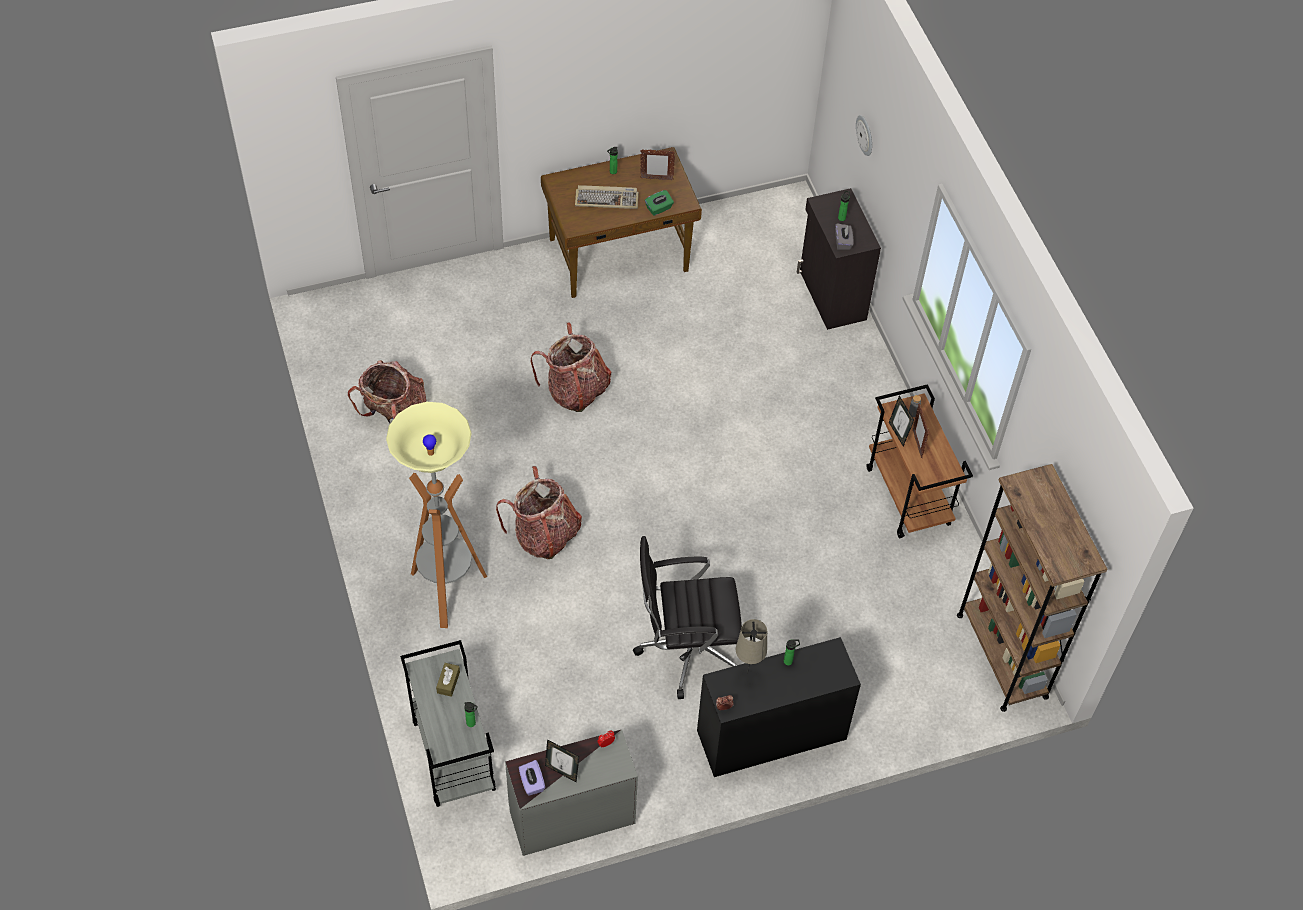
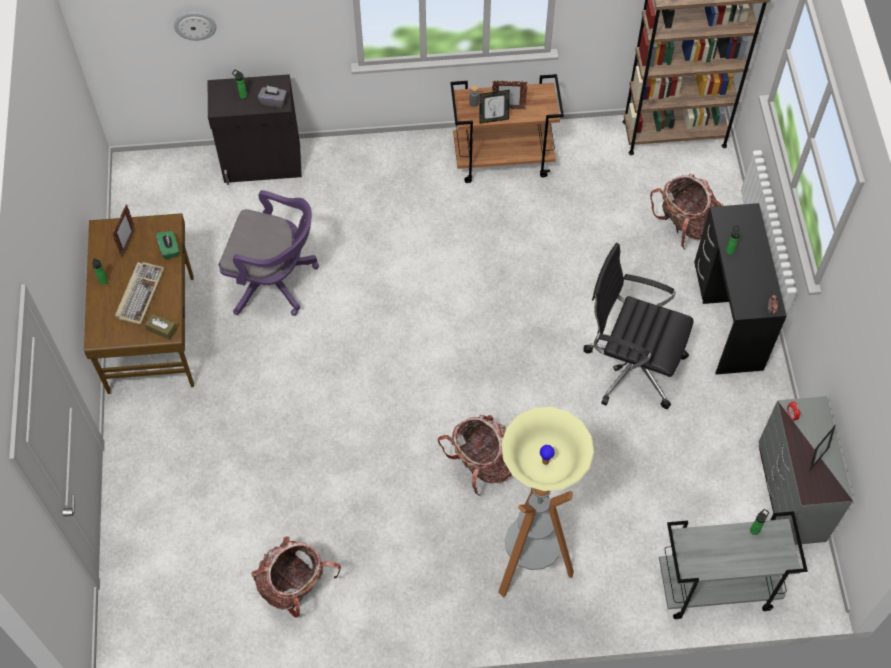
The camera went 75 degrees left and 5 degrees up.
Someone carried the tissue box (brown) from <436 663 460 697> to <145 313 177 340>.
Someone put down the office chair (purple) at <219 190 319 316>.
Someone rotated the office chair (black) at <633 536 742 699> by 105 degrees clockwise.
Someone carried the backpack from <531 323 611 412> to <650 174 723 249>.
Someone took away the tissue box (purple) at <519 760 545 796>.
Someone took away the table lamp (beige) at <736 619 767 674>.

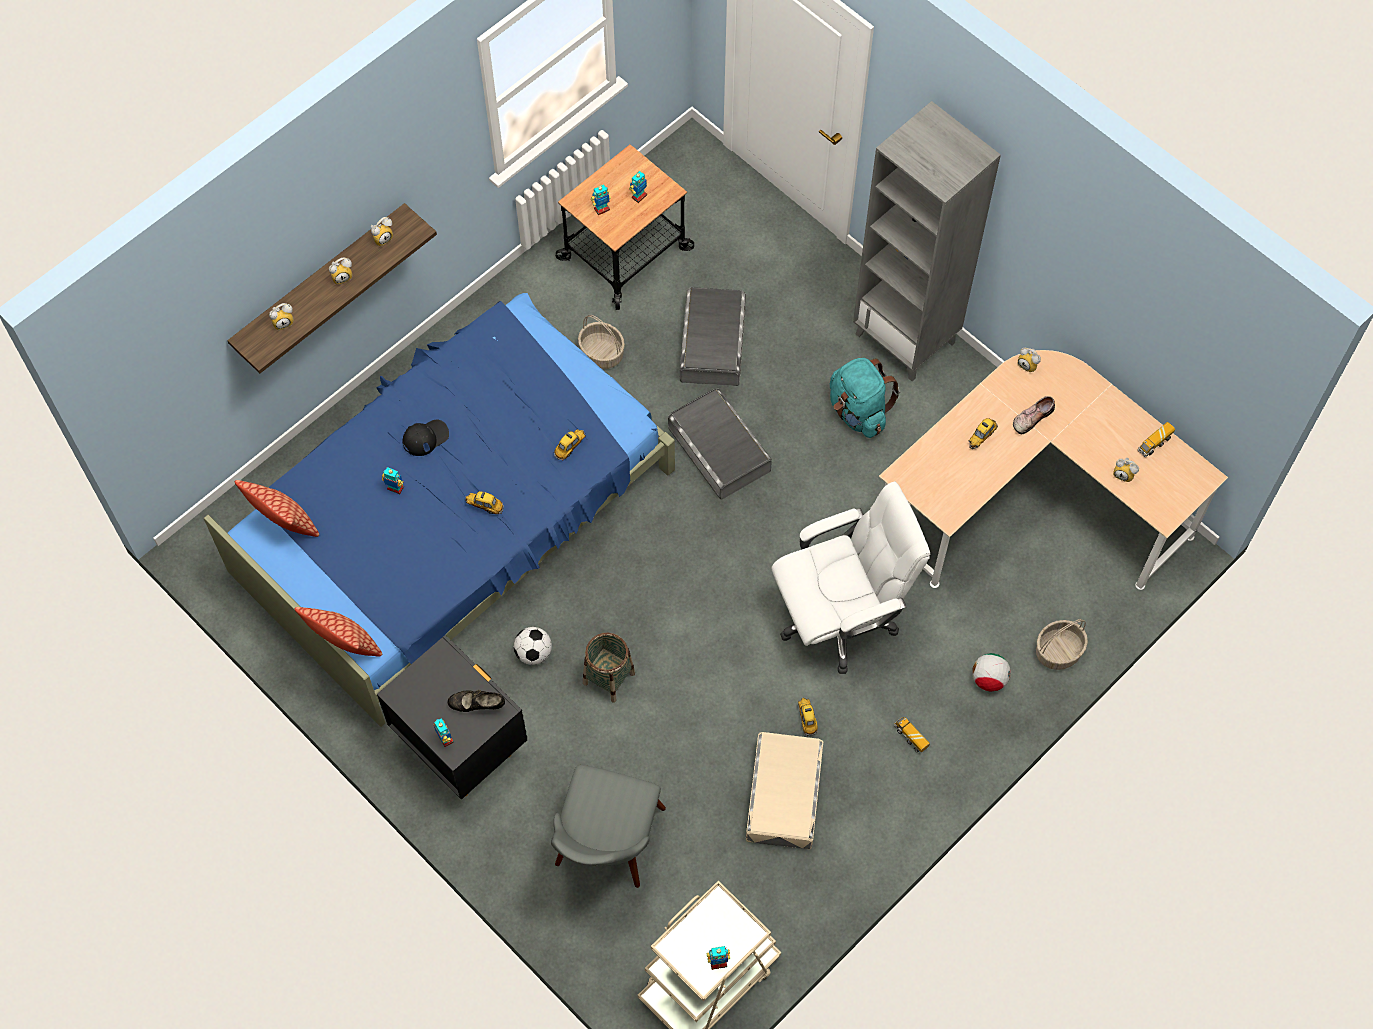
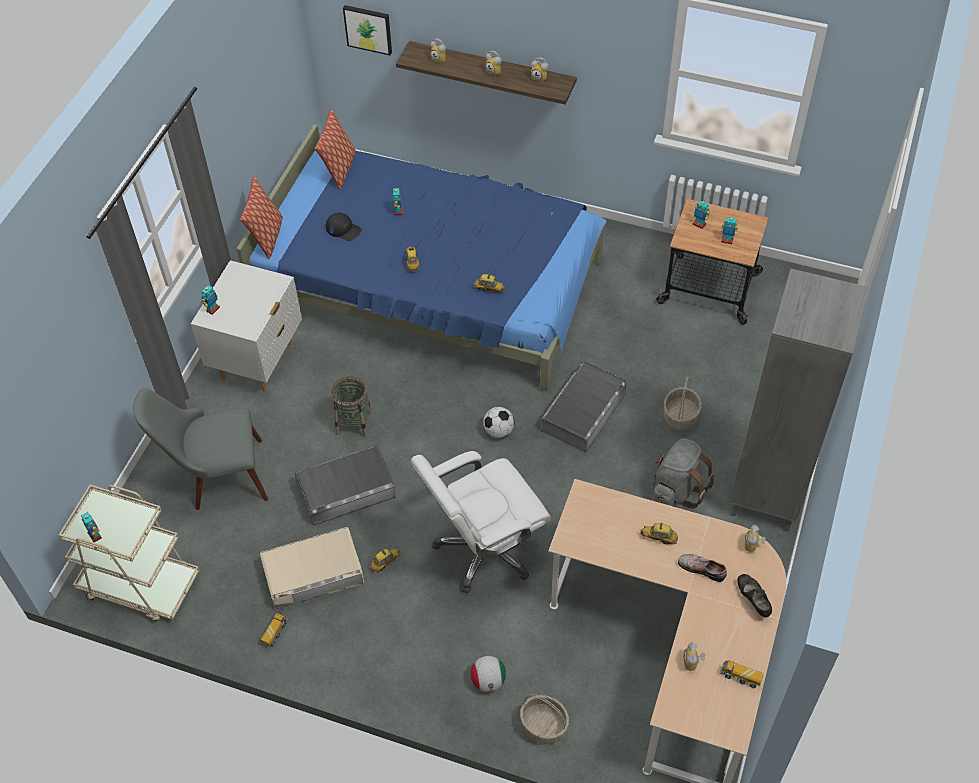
The camera went 65 degrees right and 10 degrees down.
Someone repainted the nightstand (black) at <377 635 527 800>, which became the nightstand (white) at <191 260 302 392>.
Someone carried the toy truck from <894 717 930 752> to <260 613 288 646>.
Someone carried the storage box (grey) from <680 287 746 386> to <295 445 396 526>.
Someone carried the cap (black) from <403 419 449 456> to <326 213 362 241>.
Someone put up the picture at <343 5 392 55>.
Someone rotated the office chair (white) at <772 482 931 674> by 105 degrees clockwise.
Someone carried the football from <514 627 552 665> to <483 407 514 438>.
Someone repainted the backpack (turquoise) at <830 358 900 438>, which became the backpack (grey) at <652 438 714 509>.
Someone carried the basket from <578 315 625 369> to <664 376 702 430>.
Someone carried the shoe (black) from <448 690 505 712> to <737 574 772 617>.

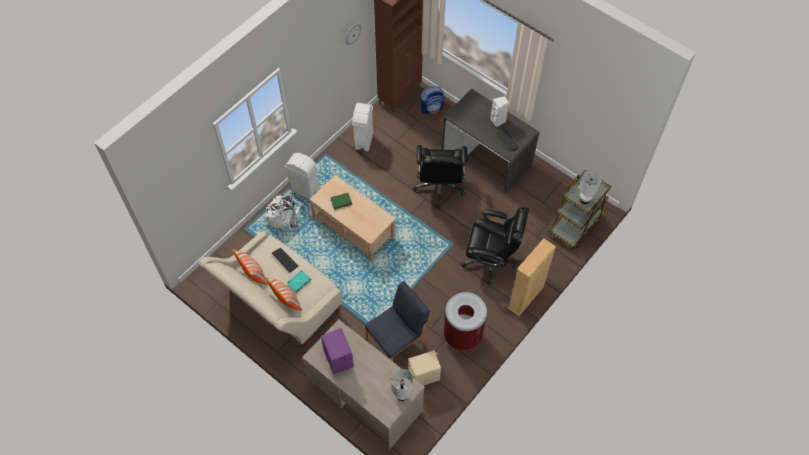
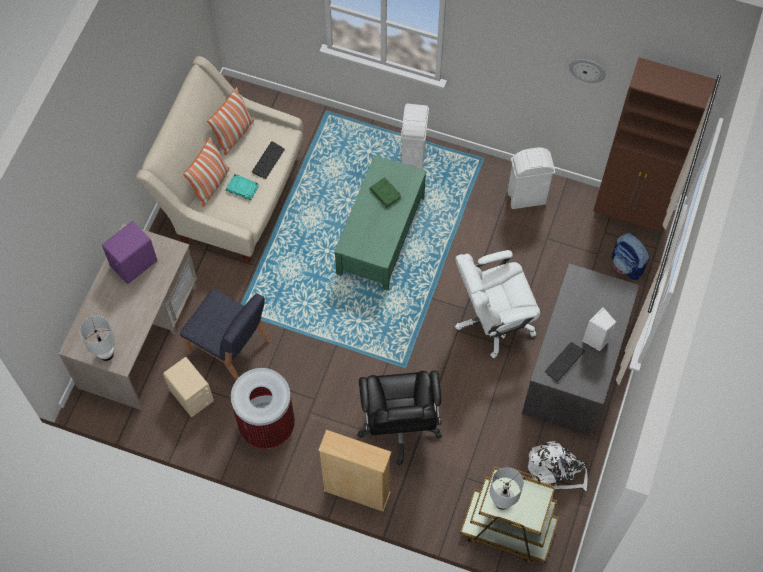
The camera went 70 degrees right and 5 degrees up.
Someone repainted the coffee table (beige) at <309 175 396 261>, which became the coffee table (green) at <334 155 426 290>.
Someone repainted the office chair (black) at <413 145 467 208>, which became the office chair (white) at <455 250 540 358>.
Someone carried the backpack (white) from <266 194 303 231> to <528 440 587 491>.

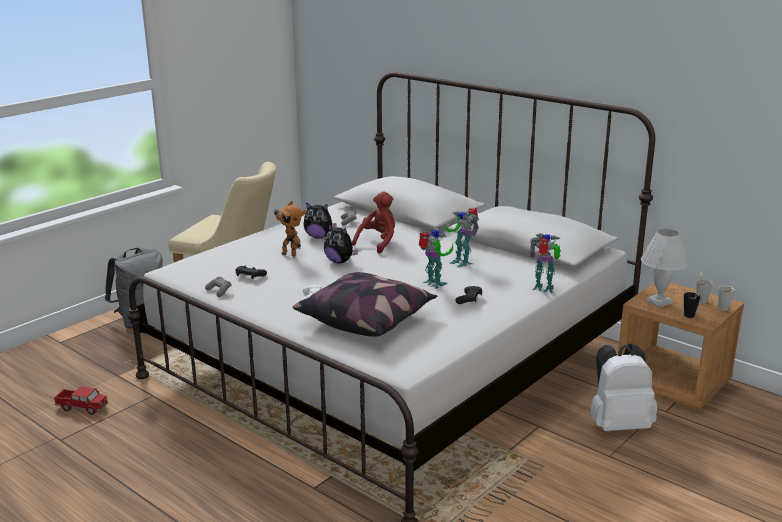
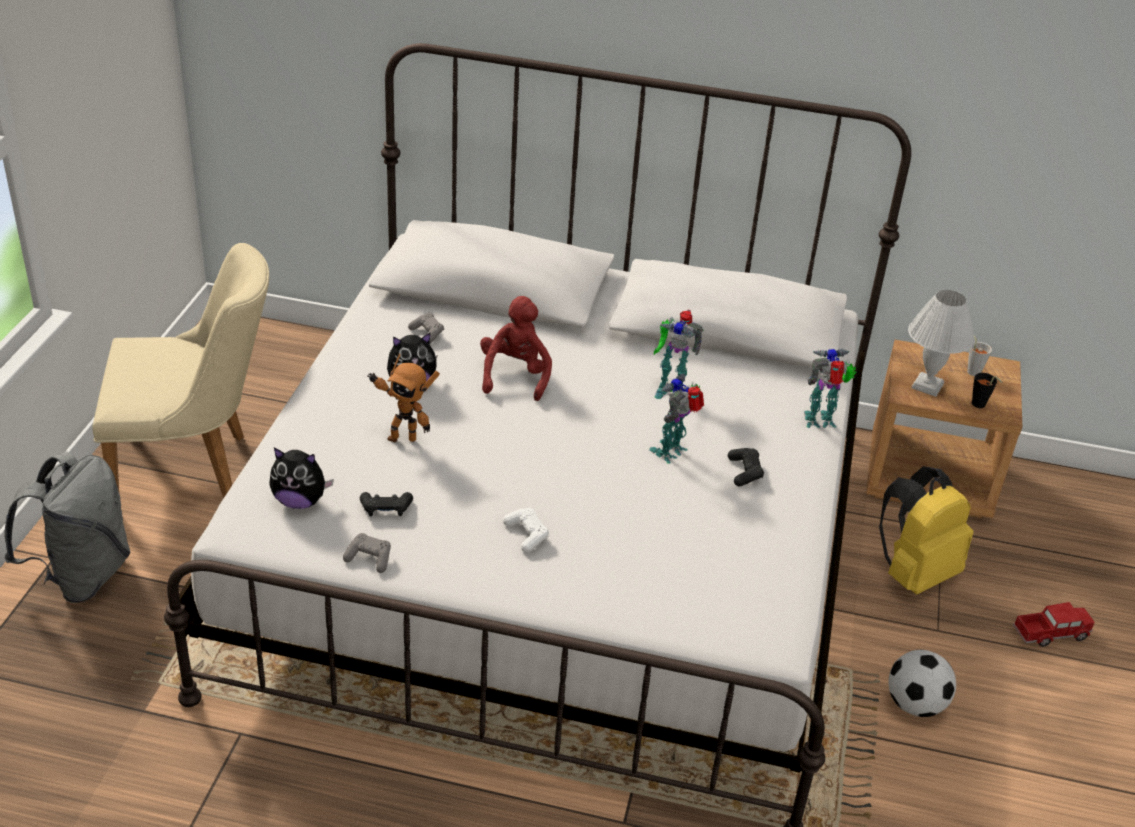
The camera went 30 degrees left and 15 degrees up.
Someone carried the plush toy from <324 223 358 264> to <269 448 334 509>.
Someone rotated the toy robot at <419 228 453 289> by 75 degrees counterclockwise.
Someone repainted the backpack (white) at <590 344 657 431>, which became the backpack (yellow) at <879 466 973 594>.
Someone put down the football at <888 650 956 717>.
Someone carried the toy truck from <54 387 108 415> to <1013 602 1095 647>.
Someone took away the pillow at <293 272 438 337>.
Someone took away the cup (grey) at <718 286 735 311>.

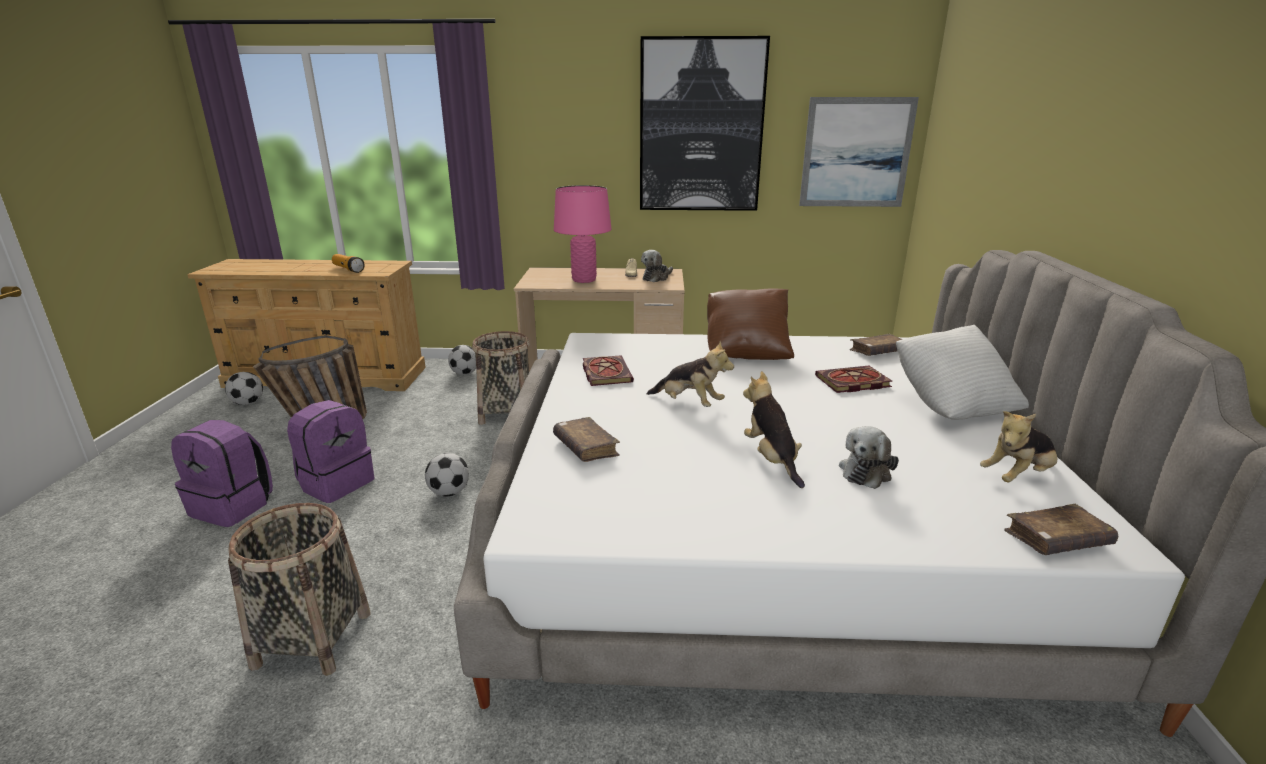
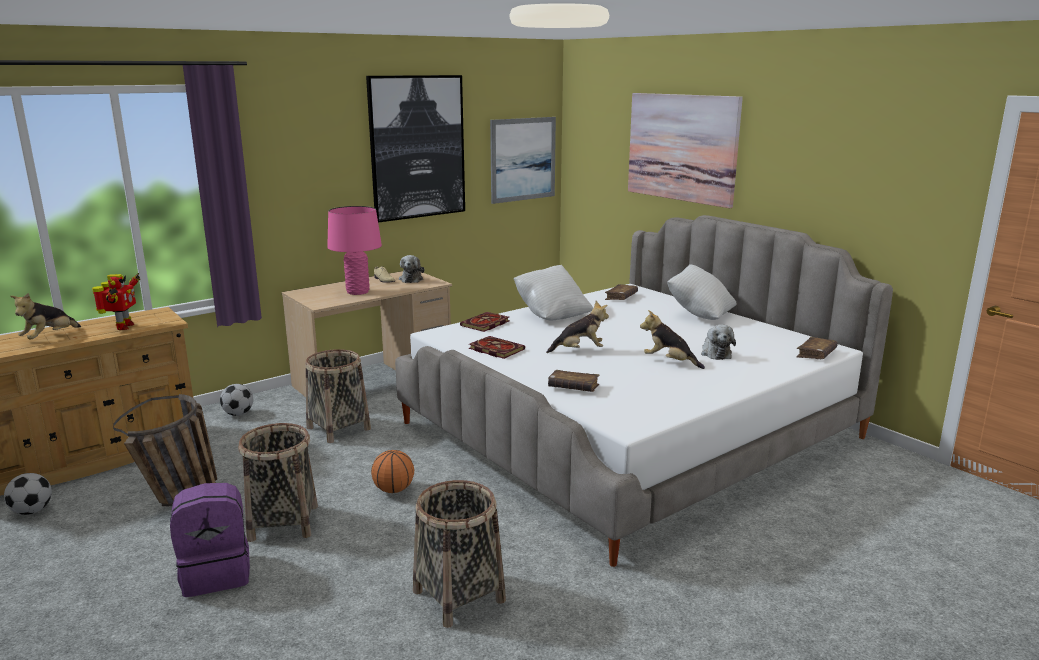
The camera went 40 degrees left and 5 degrees down.
Someone carried the plush toy from <980 411 1057 483> to <10 293 81 339>.
Someone swapped the flashlight at <332 254 365 273> for the toy robot at <92 273 140 330>.
Someone swapped the backpack (purple) at <287 400 374 503> for the basket at <238 423 318 542>.
Someone swapped the football at <425 453 469 497> for the basketball at <371 450 414 493>.
Someone carried the book from <815 366 892 393> to <460 312 510 332>.
Someone repainted the pillow (brown) at <707 288 794 360>, which became the pillow (white) at <514 265 593 321>.
Someone put up the picture at <628 93 743 208>.

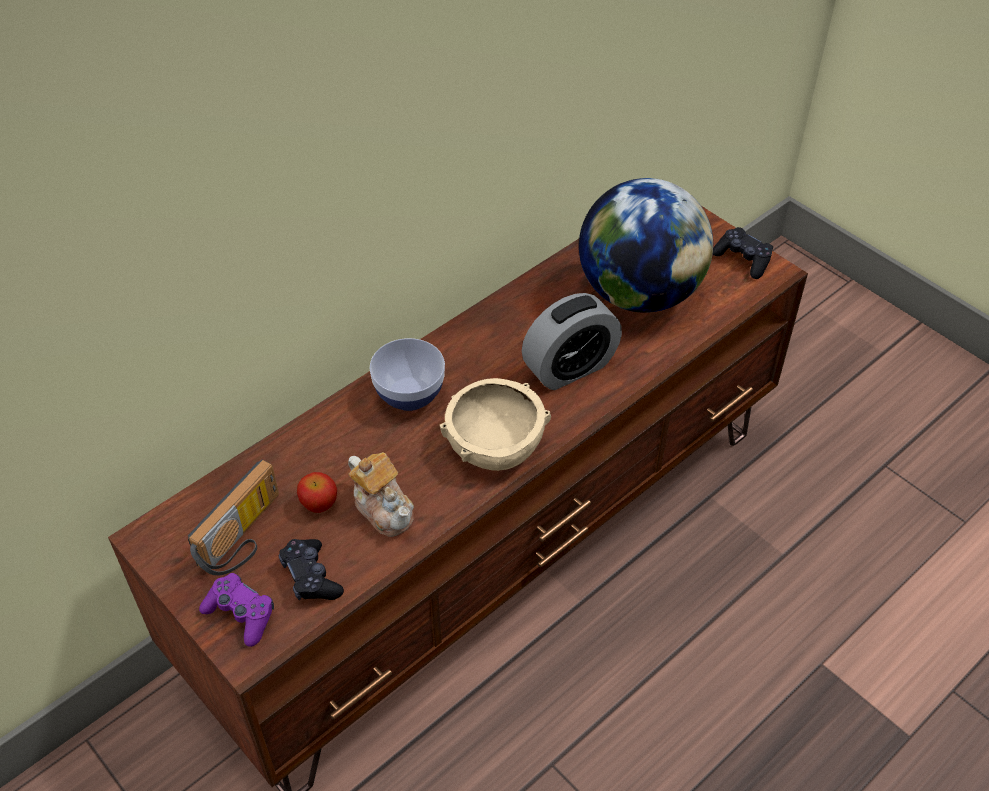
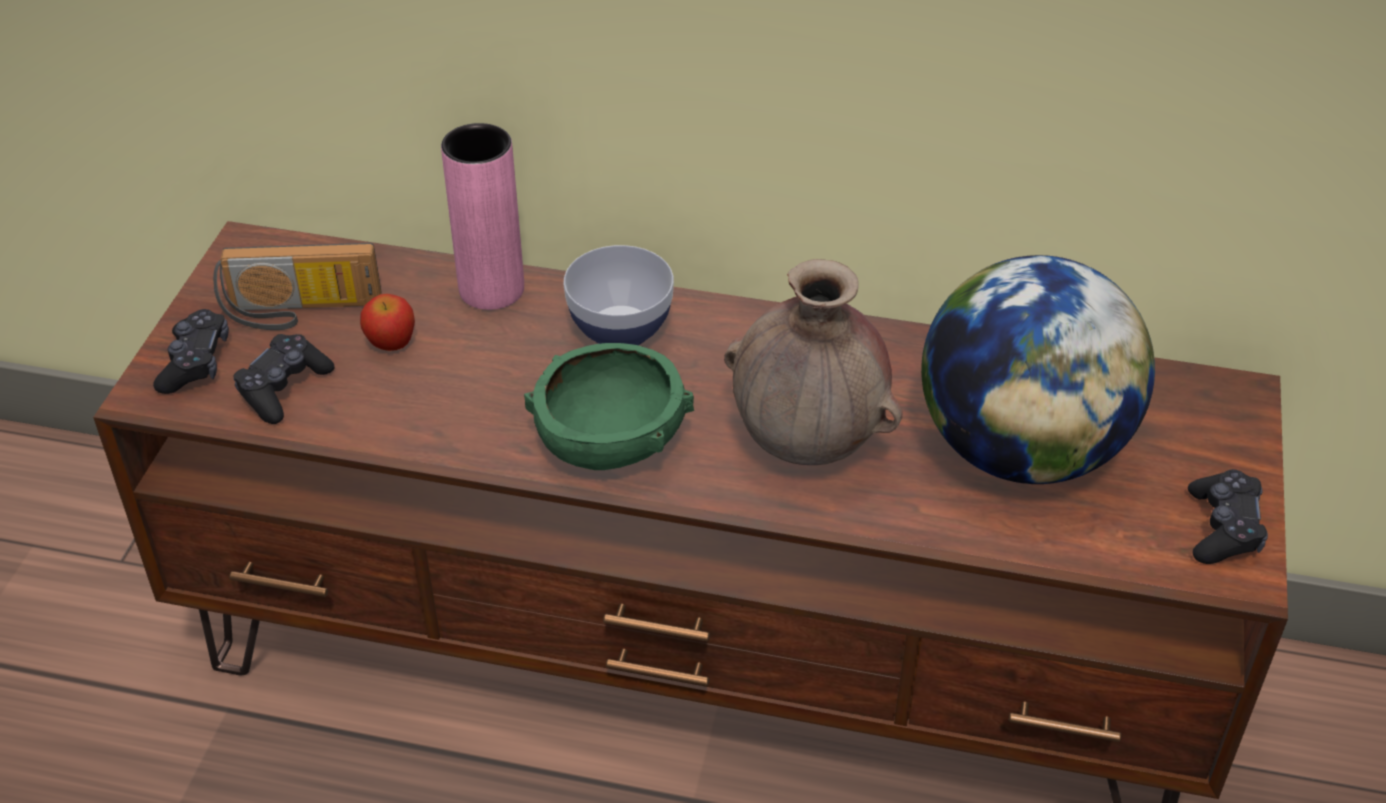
The camera went 55 degrees right and 5 degrees down.
Someone repainted the game controller (purple) at <199 573 274 647>, which became the game controller (black) at <153 309 229 394>.
Someone put down the vase (pink) at <441 123 524 310>.
Someone repainted the bowl (beige) at <440 378 551 471>, which became the bowl (green) at <524 343 694 470>.
Someone swapped the alarm clock at <522 293 622 390> for the vase (brown) at <724 259 903 465>.
Someone took away the teapot at <348 452 414 537>.

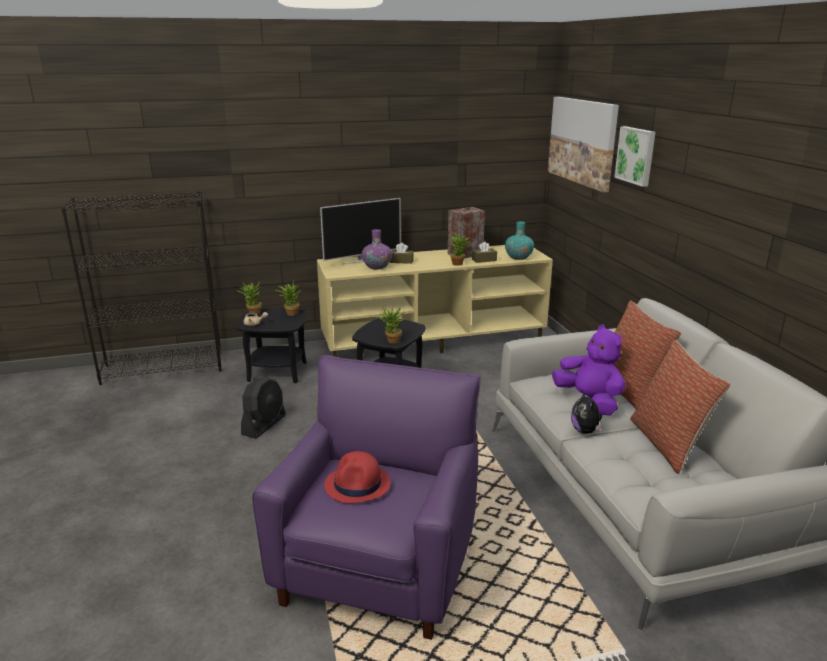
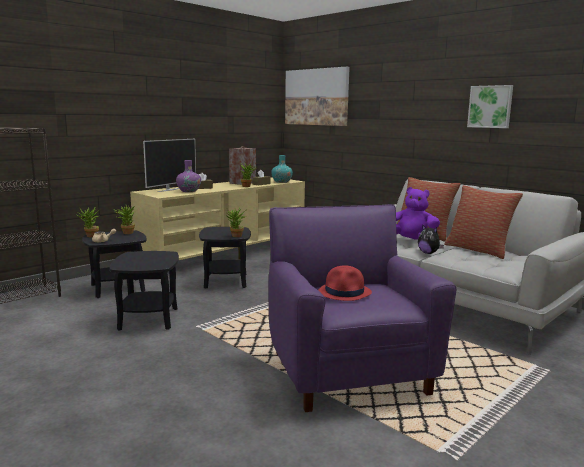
The camera went 30 degrees left and 10 degrees down.
Someone swapped the fan (black) at <241 377 286 439> for the side table (black) at <110 251 179 331>.
Someone carried the picture from <614 126 656 187> to <467 85 513 128>.

